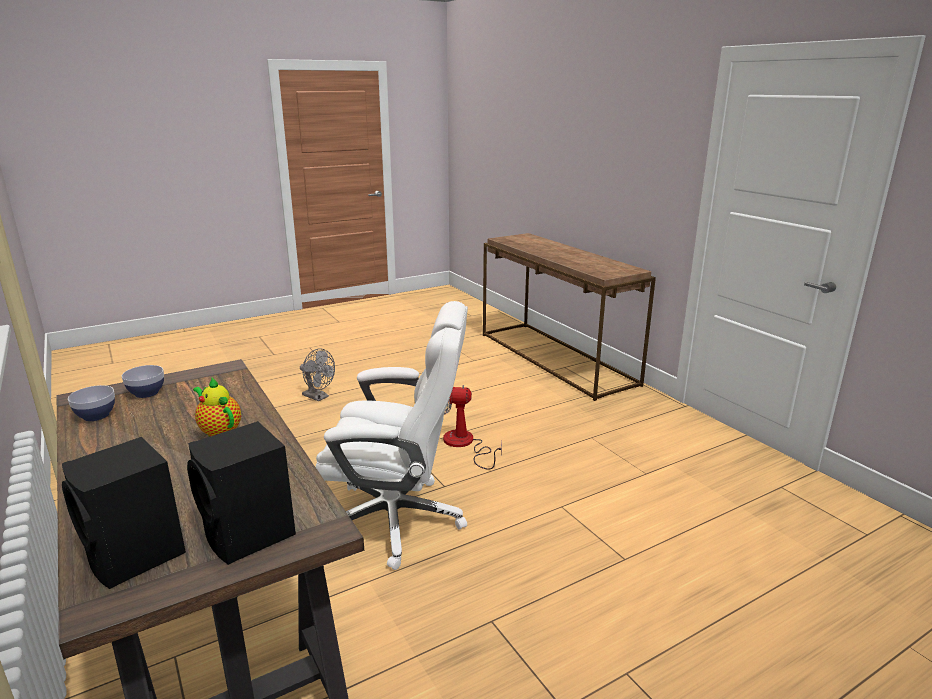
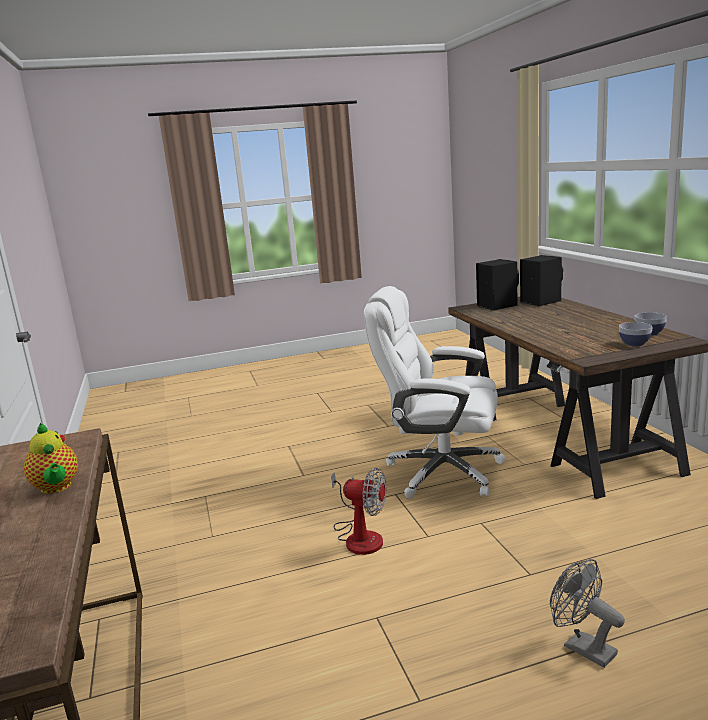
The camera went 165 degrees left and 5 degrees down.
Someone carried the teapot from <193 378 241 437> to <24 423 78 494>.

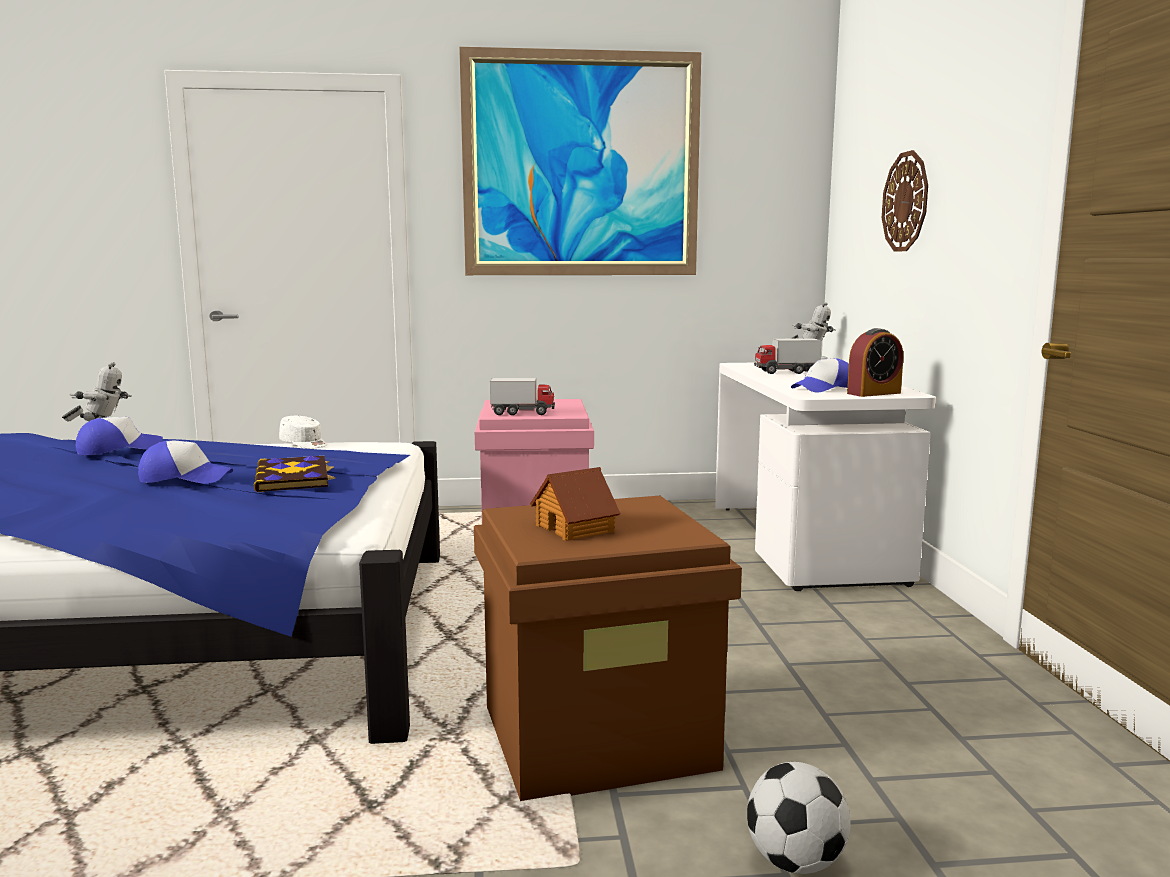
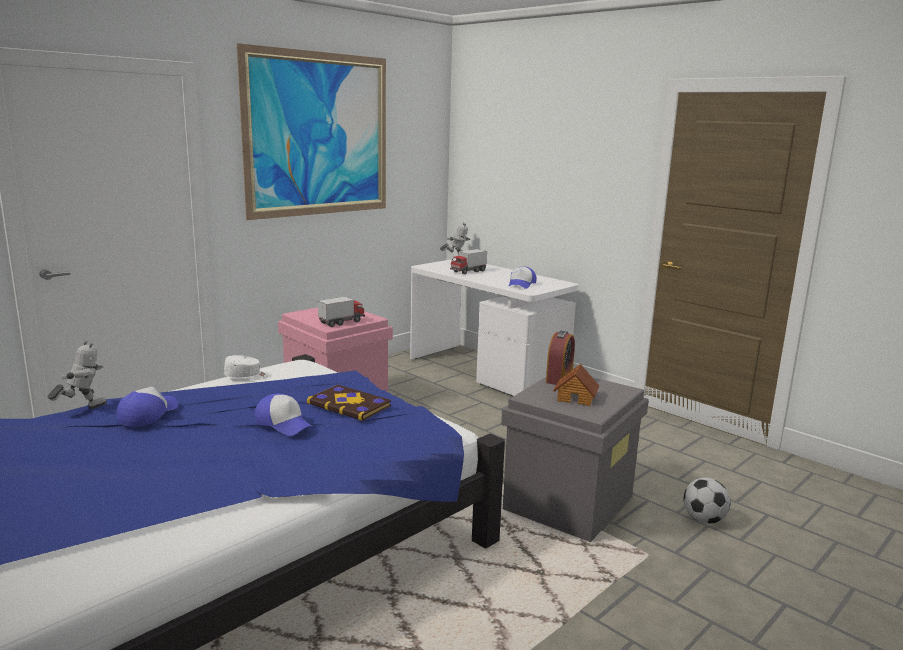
The camera went 40 degrees left and 5 degrees up.
Someone rotated the cap at <138 440 233 484> by 75 degrees clockwise.
Someone repainted the storage box (brown) at <474 496 742 801>, which became the storage box (grey) at <501 377 649 542>.
Someone carried the alarm clock from <847 328 903 397> to <546 331 575 385>.
Someone took away the wall clock at <882 150 928 252>.

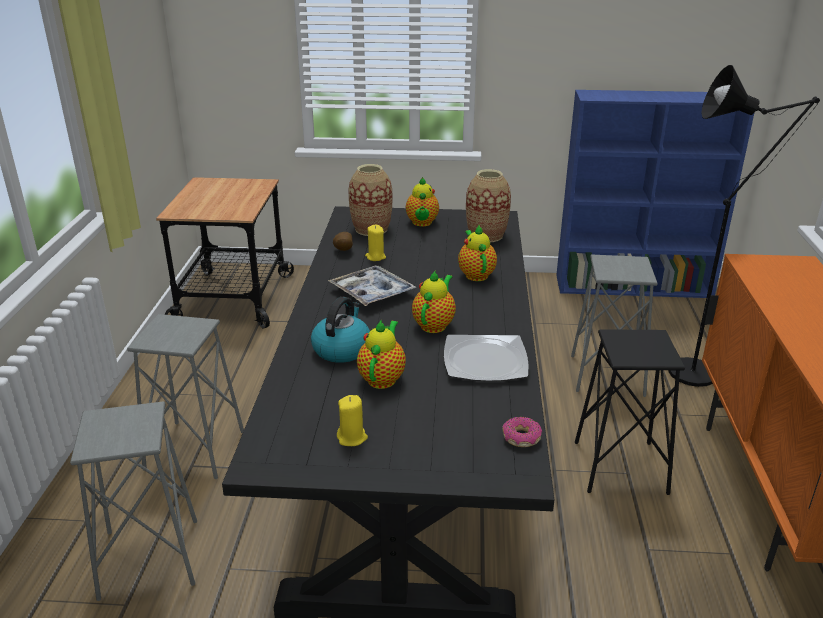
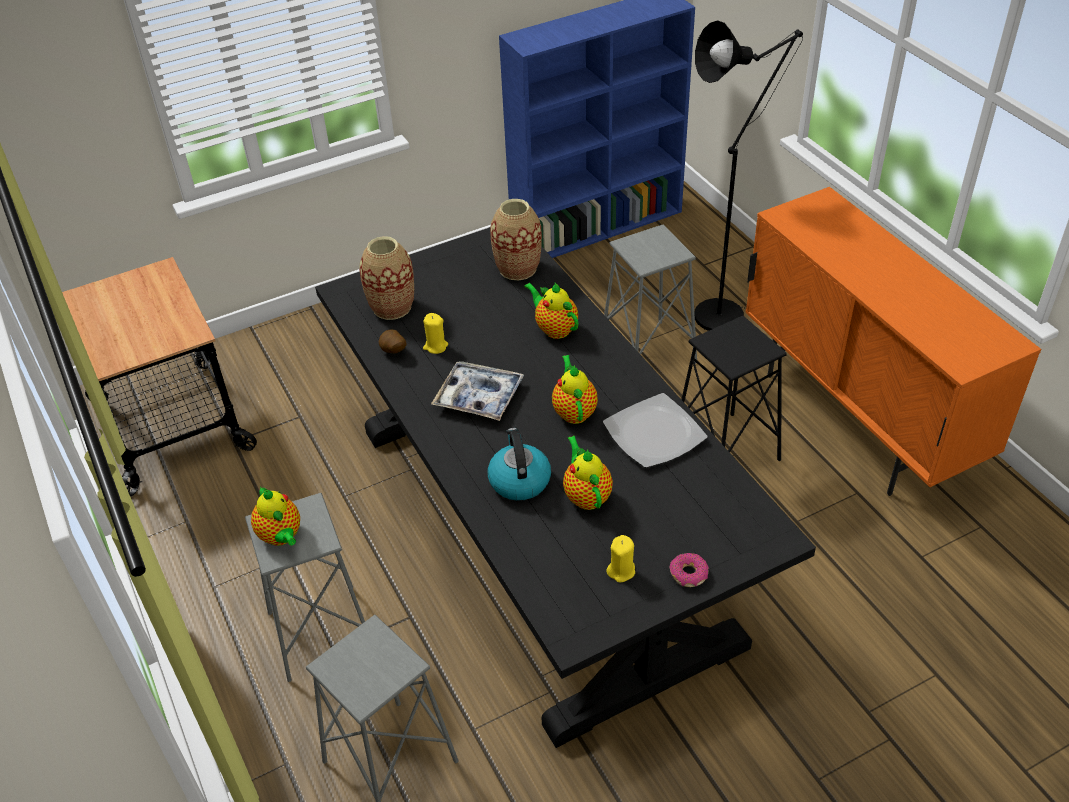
The camera went 30 degrees left and 15 degrees up.
Someone carried the teapot from <406 177 439 226> to <251 486 300 546>.
Someone carried the donut from <502 417 542 447> to <669 553 709 587>.

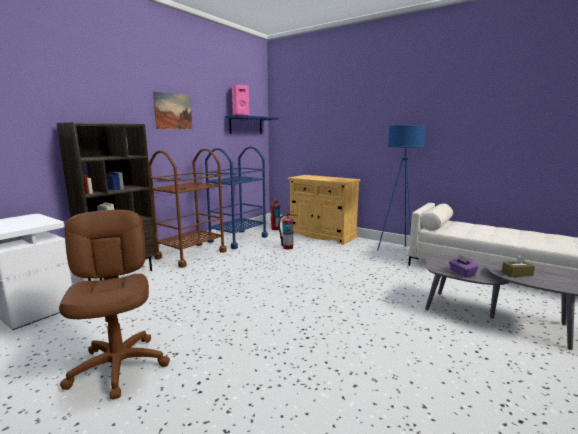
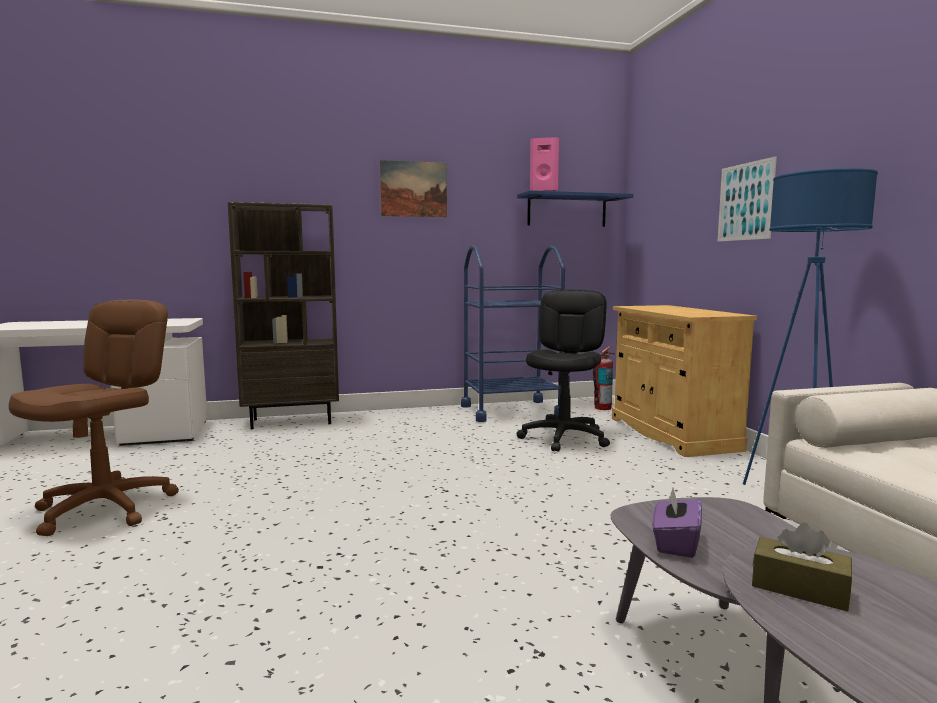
The camera went 40 degrees right and 5 degrees down.
Someone swapped the fire extinguisher at <278 210 297 250> for the office chair (black) at <517 289 610 452>.
Someone put up the picture at <718 156 777 241>.
Someone took away the cart (brown) at <149 148 227 268>.

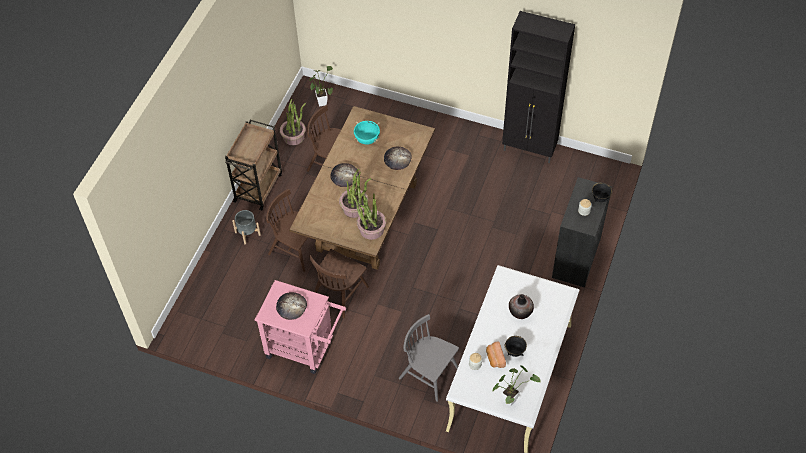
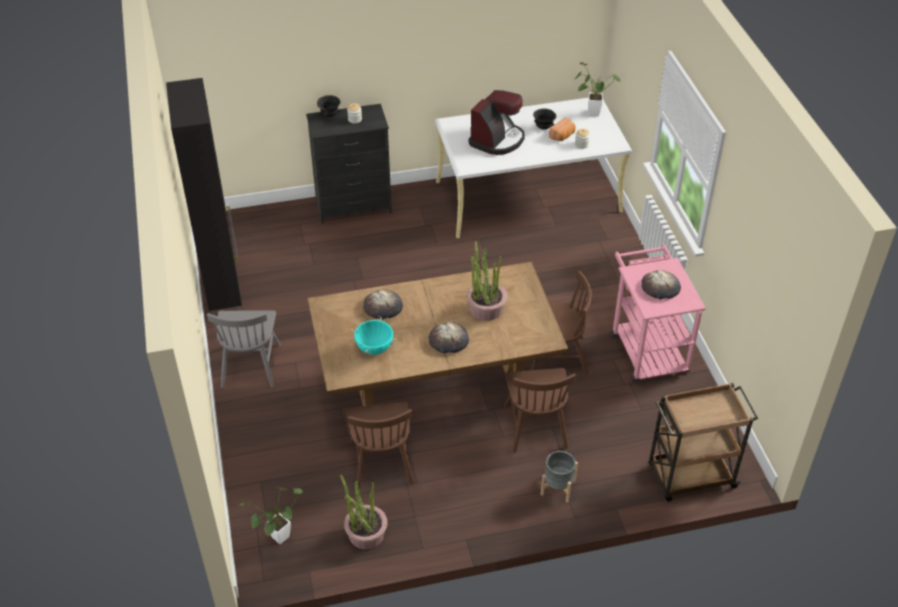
The camera went 125 degrees left and 10 degrees down.
Someone carried the chair (grey) from <399 314 459 402> to <207 310 281 388>.
Someone swapped the vase at <509 294 534 319> for the coffee machine at <468 90 525 155>.
Someone carried the cart (brown) from <225 120 282 210> to <649 383 758 502>.
Someone took away the potted plant at <351 193 386 240>.

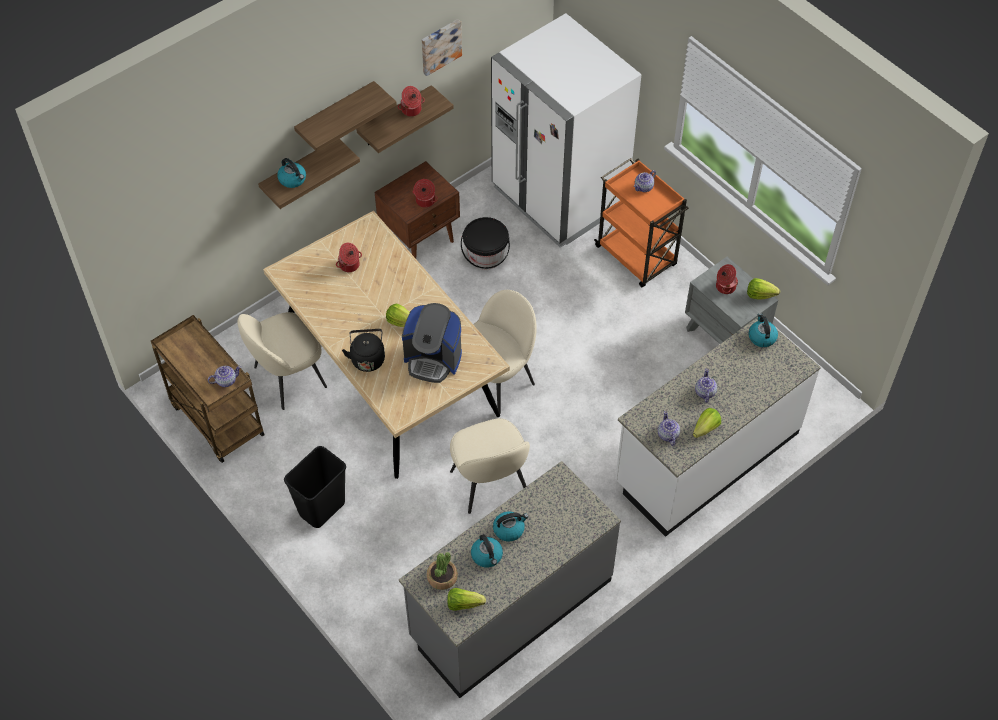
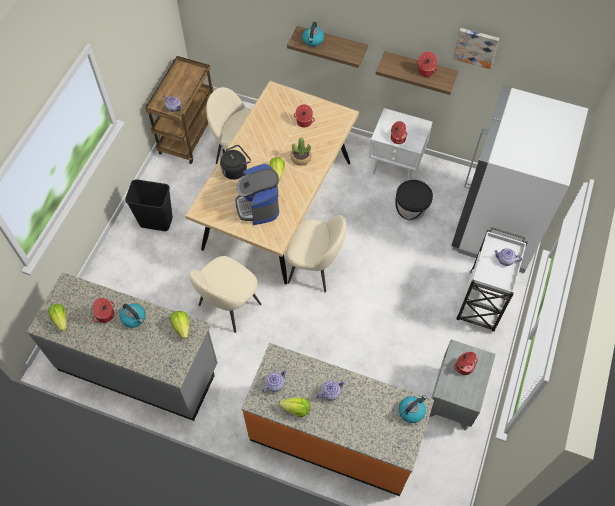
The camera went 60 degrees right and 5 degrees up.
Someone swapped the kettle at <471 534 503 568> for the cooking pot at <93 298 114 323>.
Someone carried the lettuce from <747 278 780 300> to <171 311 189 339>.
Someone repainted the counter (white) at <615 317 821 537>, which became the counter (orange) at <241 343 434 496>.
Someone carried the potted plant from <427 552 458 590> to <291 138 311 165>.
Someone repainted the nightstand (brown) at <374 161 460 259>, which became the nightstand (white) at <369 108 432 180>.
Someone repainted the cart (orange) at <594 158 689 287>, which became the cart (white) at <456 227 528 332>.
Someone took away the shelf at <294 81 397 152>.

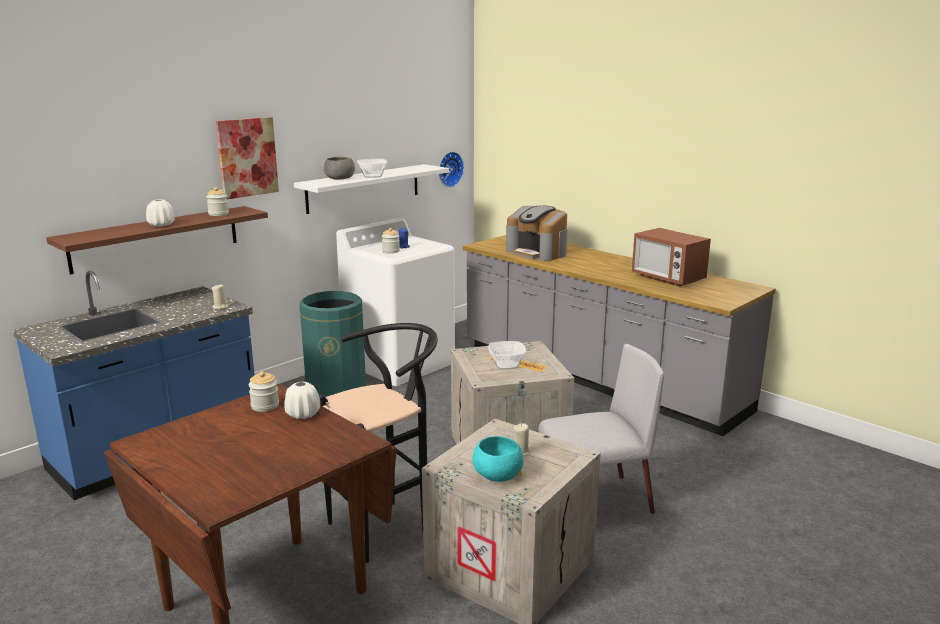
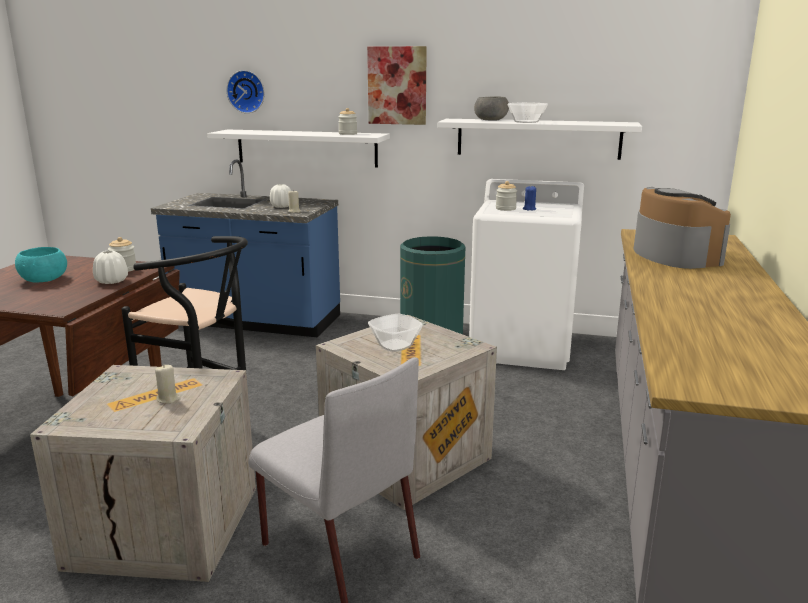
The camera went 60 degrees right and 0 degrees up.
Someone carried the bowl (turquoise) from <472 436 524 482> to <15 247 67 283>.
Someone repainted the shelf (brown) at <46 206 268 275>, which became the shelf (white) at <207 129 390 168>.
Someone carried the wall clock from <439 152 464 187> to <226 70 265 113>.
Someone carried the vase (white) from <146 199 175 227> to <270 184 291 208>.
Someone rotated the coffee machine at <506 205 568 261> by 150 degrees clockwise.
Someone took away the microwave at <632 228 711 287>.

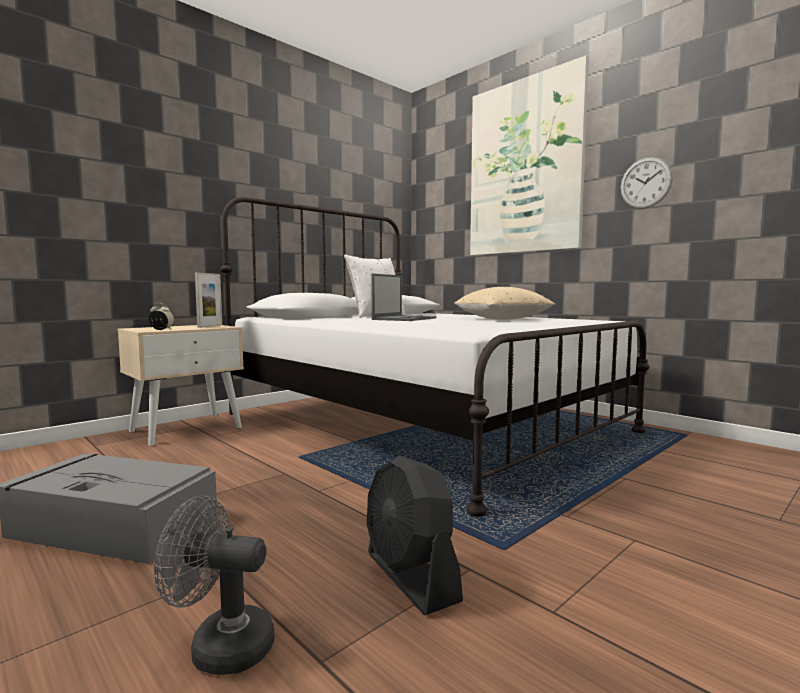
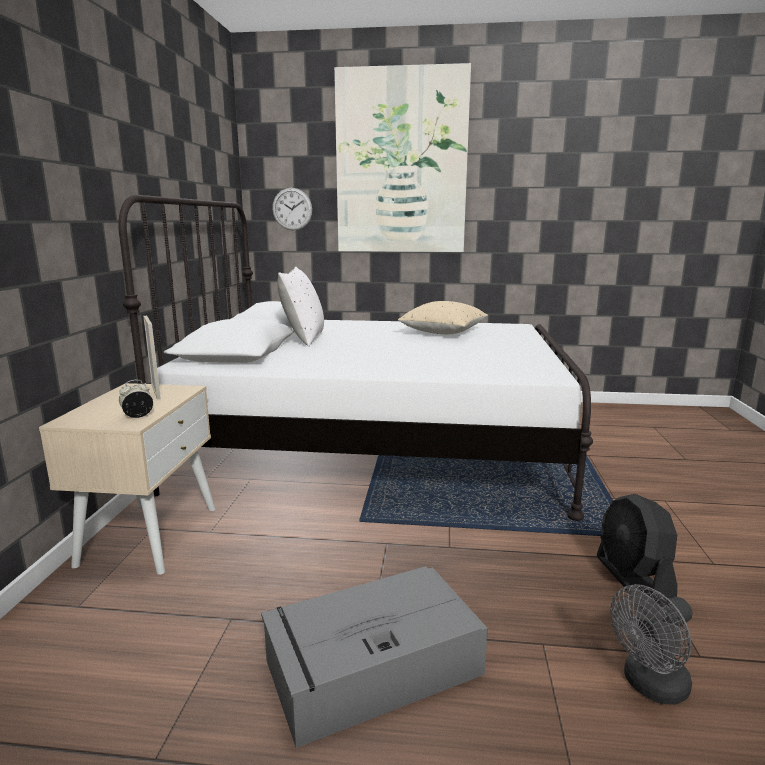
The camera went 40 degrees left and 10 degrees up.
Someone carried the wall clock from <620 157 673 209> to <272 188 312 230>.
Someone rotated the fan (black) at <367 455 463 615> by 60 degrees clockwise.
Someone took away the laptop at <371 274 436 321>.

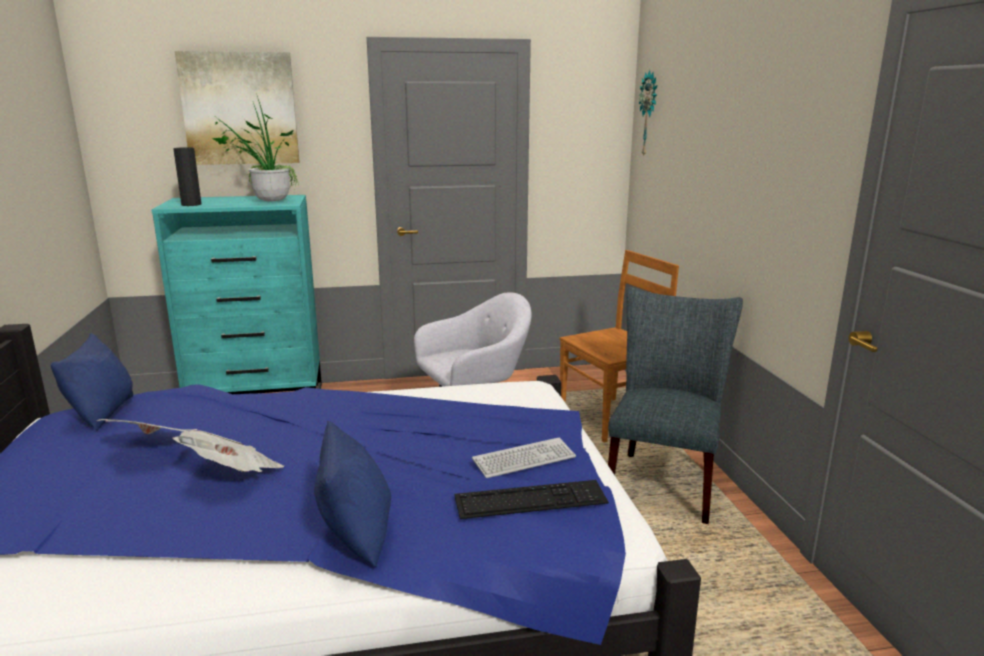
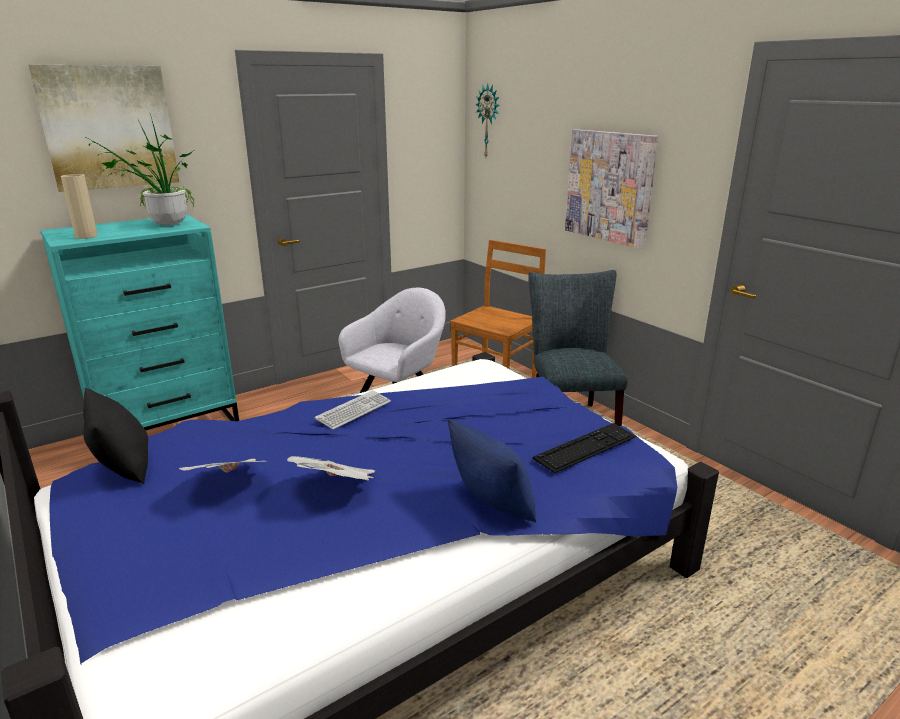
The camera went 25 degrees left and 5 degrees up.
Someone repainted the vase (black) at <173 147 201 206>, which became the vase (beige) at <61 174 98 239>.
Someone repainted the pillow (blue) at <51 333 133 430>, which became the pillow (black) at <83 388 148 484>.
Someone carried the keyboard from <472 438 576 478> to <315 390 391 430>.
Someone put up the picture at <565 129 659 249>.

